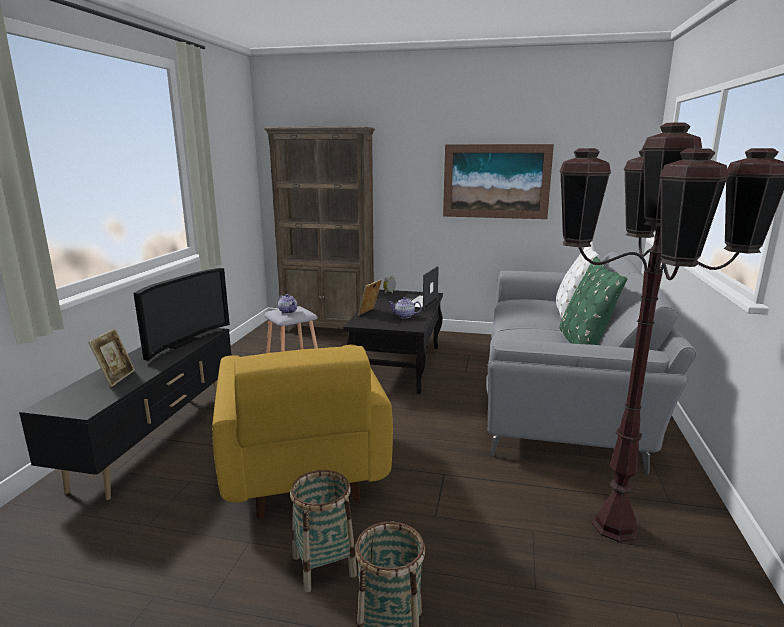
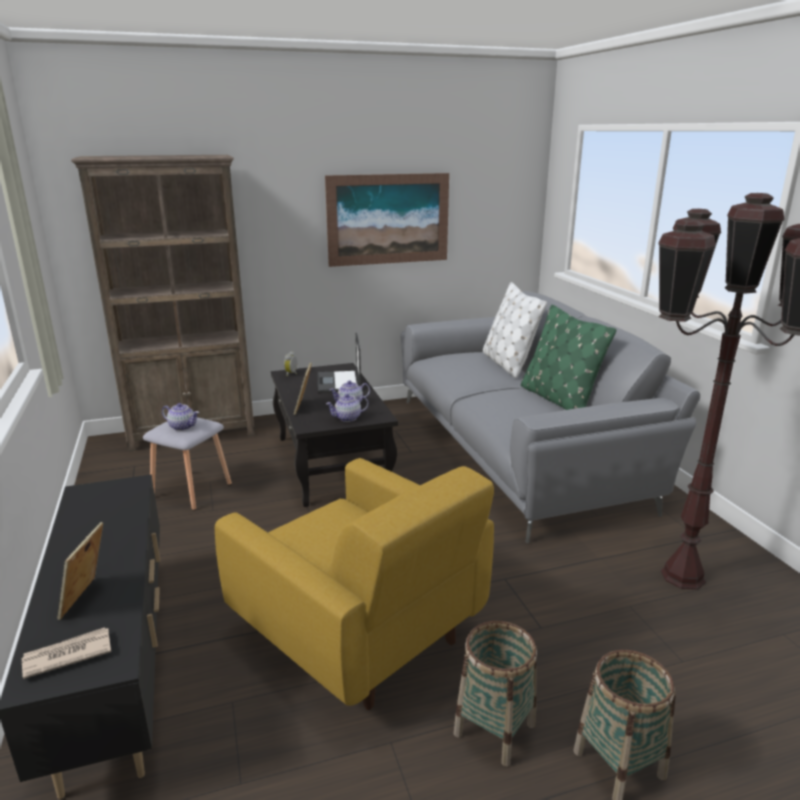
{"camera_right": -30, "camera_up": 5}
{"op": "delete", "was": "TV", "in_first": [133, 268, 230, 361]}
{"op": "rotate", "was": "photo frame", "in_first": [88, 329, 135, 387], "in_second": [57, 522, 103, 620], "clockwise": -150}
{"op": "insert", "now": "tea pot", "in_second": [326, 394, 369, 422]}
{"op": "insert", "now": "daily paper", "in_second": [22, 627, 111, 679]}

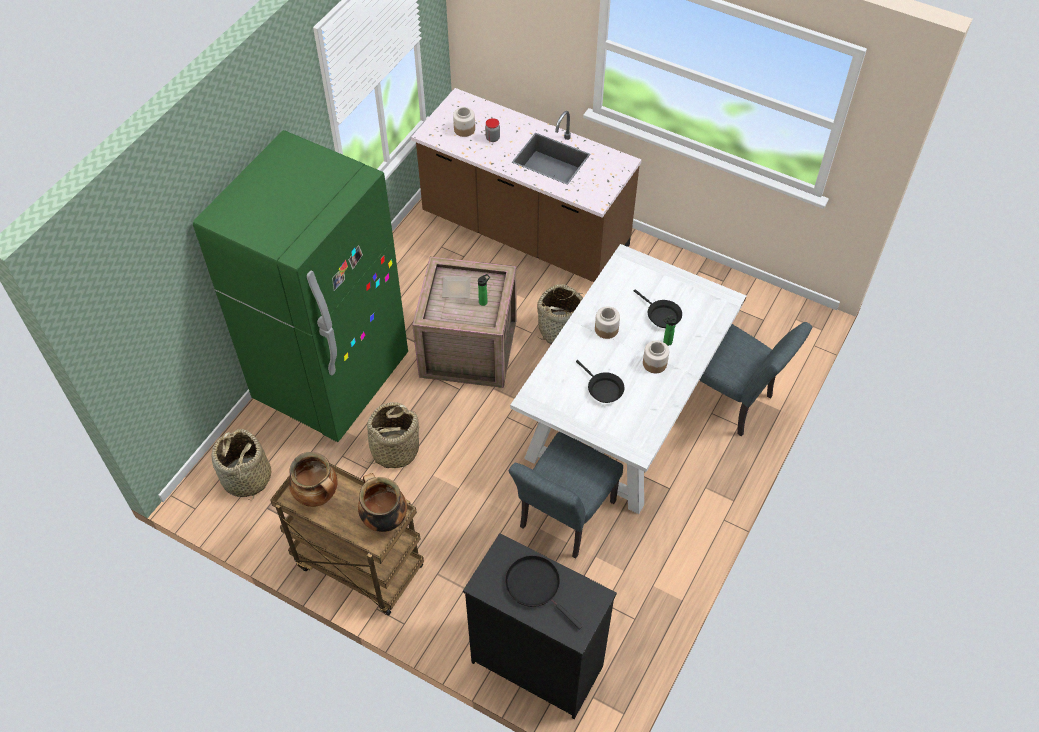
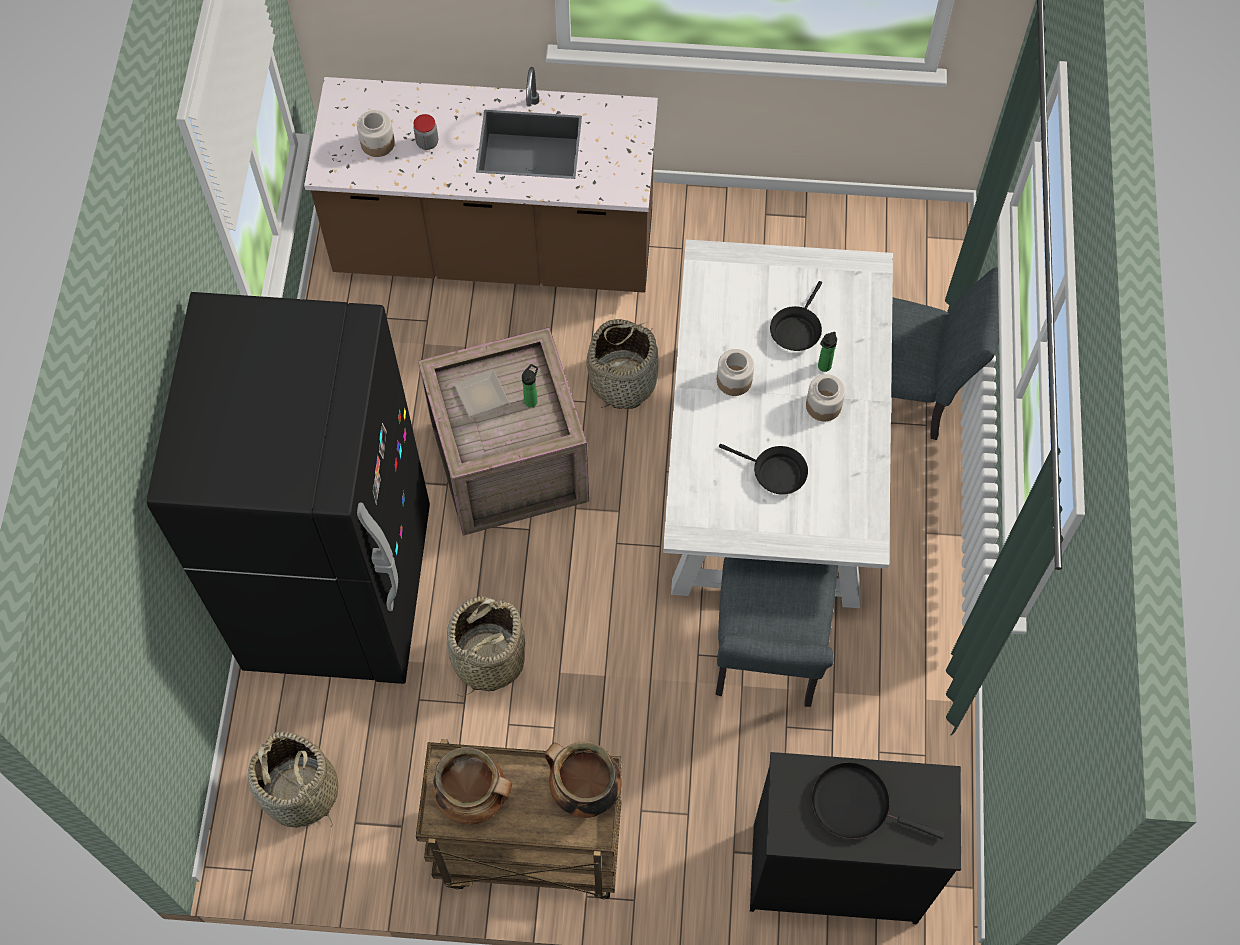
{"camera_right": -25, "camera_up": 10}
{"op": "recolor", "was": "refrigerator (greenish)", "now": "refrigerator (black-coloured)", "in_first": [193, 130, 408, 442], "in_second": [147, 292, 430, 684]}
{"op": "rotate", "was": "skillet (black-coloured)", "in_first": [634, 289, 682, 328], "in_second": [770, 281, 822, 351], "clockwise": 90}

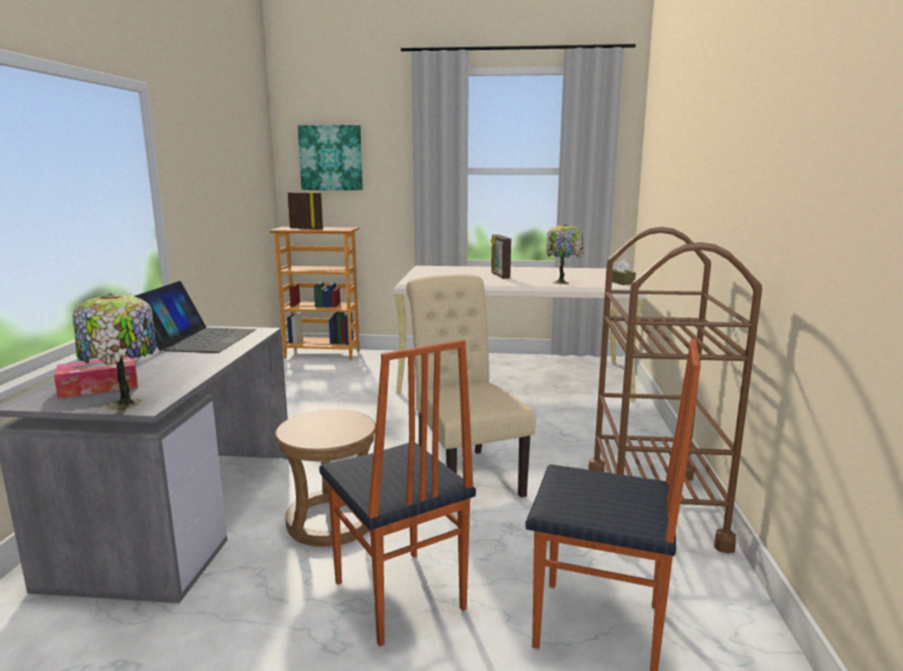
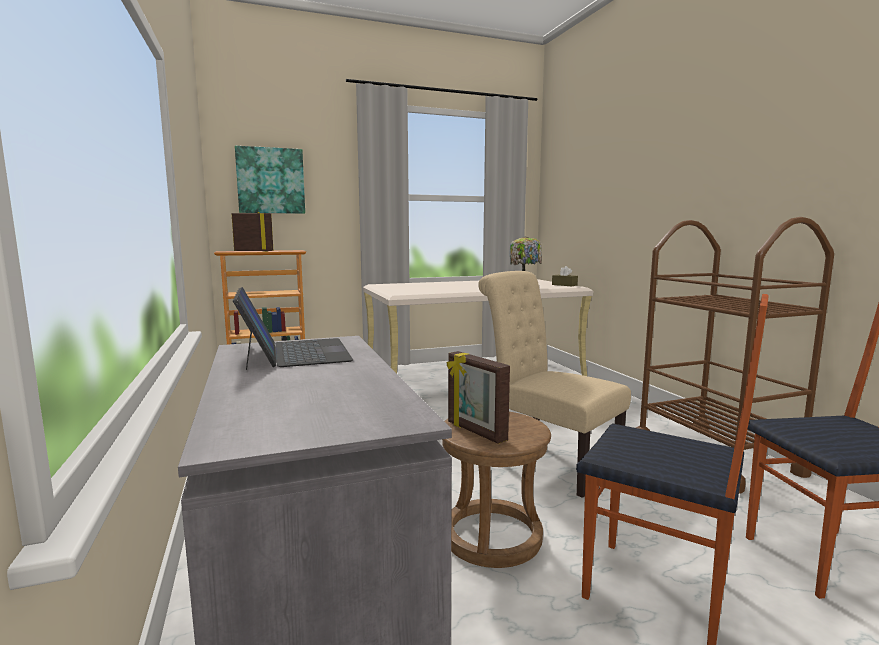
{"camera_right": -25, "camera_up": -5}
{"op": "move", "was": "photo frame", "in_first": [491, 234, 511, 279], "in_second": [447, 351, 510, 444]}
{"op": "delete", "was": "table lamp", "in_first": [73, 293, 157, 411]}
{"op": "delete", "was": "tissue box", "in_first": [54, 357, 138, 399]}

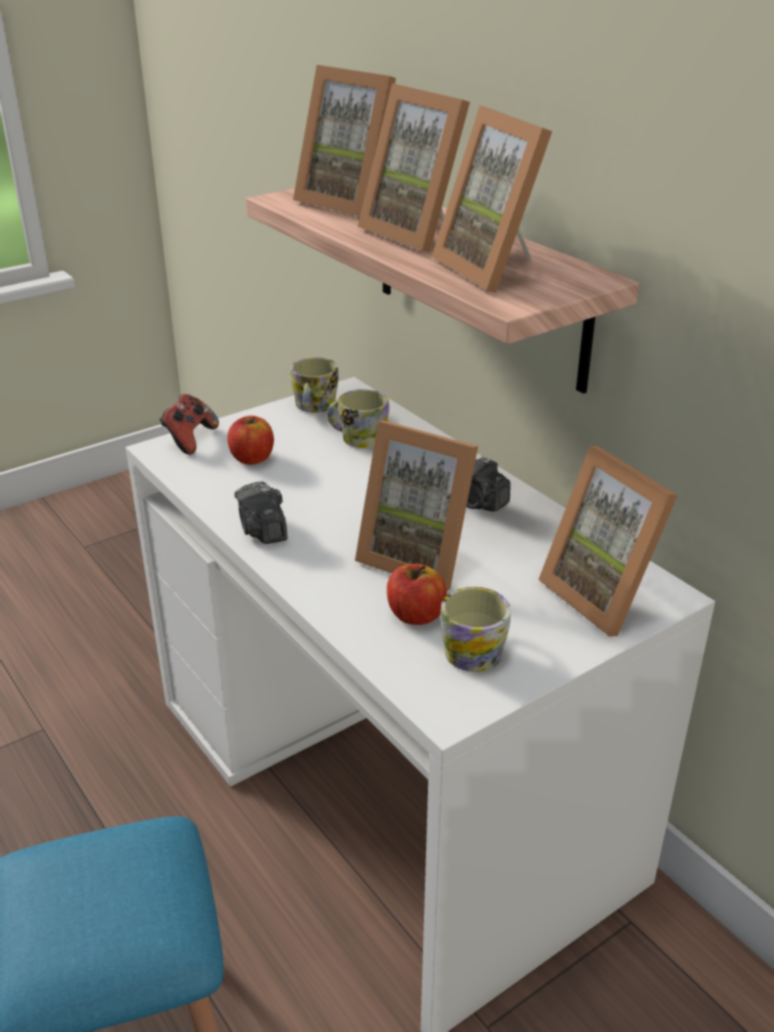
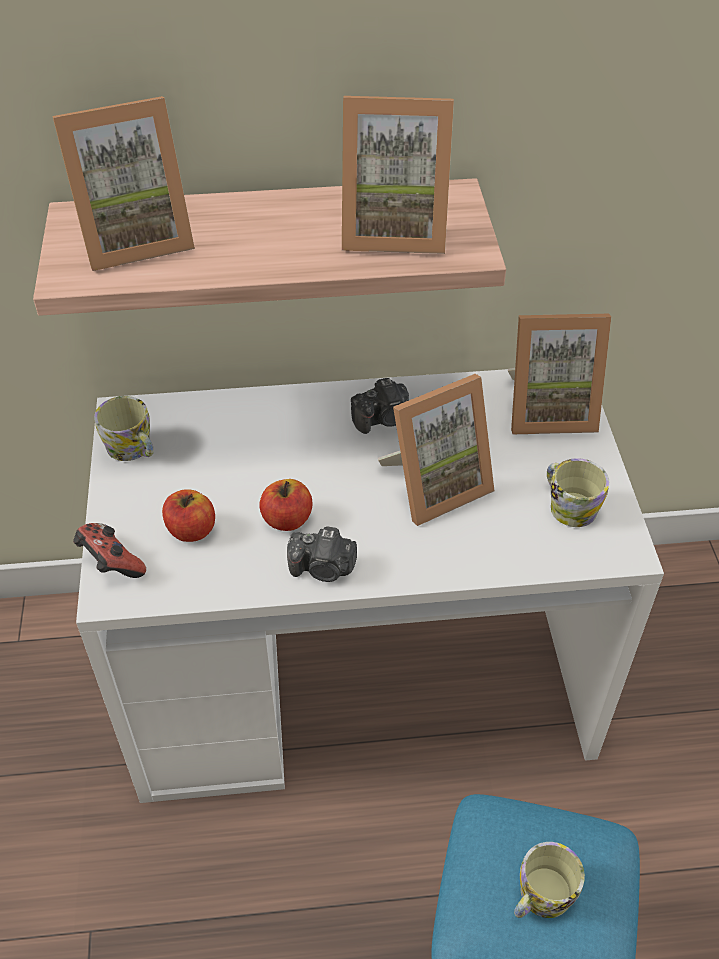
{"camera_right": -60, "camera_up": 15}
{"op": "delete", "was": "photo frame", "in_first": [357, 83, 470, 253]}
{"op": "move", "was": "coffee mug", "in_first": [327, 389, 389, 448], "in_second": [514, 842, 585, 918]}
{"op": "move", "was": "apple", "in_first": [387, 564, 447, 625], "in_second": [259, 479, 313, 531]}

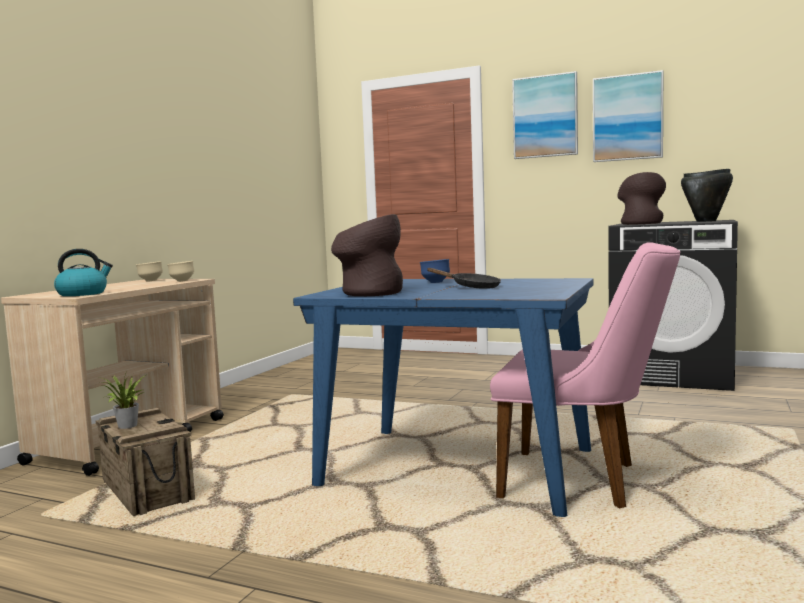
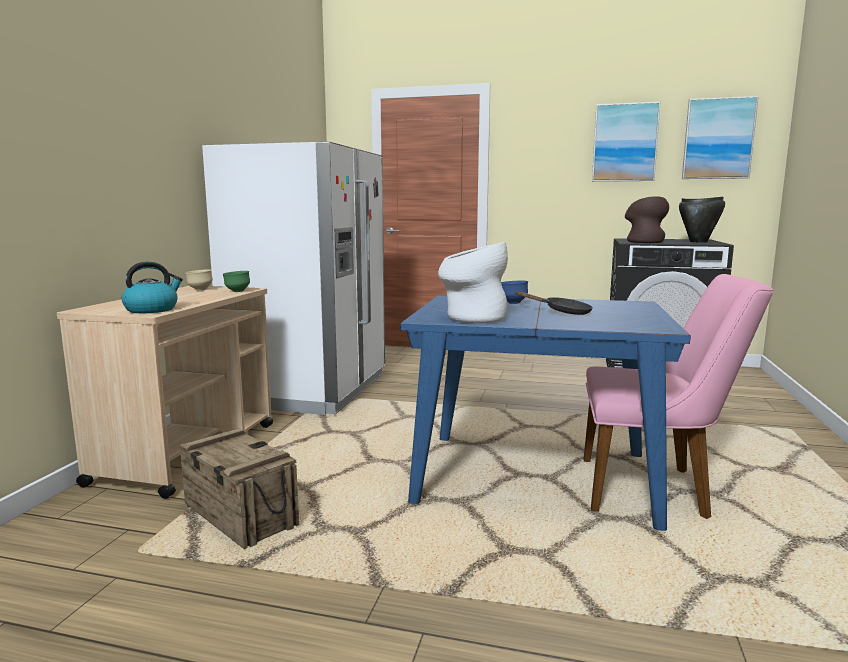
{"camera_right": -10, "camera_up": 5}
{"op": "move", "was": "wall art", "in_first": [512, 71, 578, 159], "in_second": [682, 96, 759, 179]}
{"op": "recolor", "was": "flower vase (brownish)", "now": "flower vase (whitish)", "in_first": [331, 214, 403, 296], "in_second": [438, 242, 508, 323]}
{"op": "recolor", "was": "deep dish (sand-coloured)", "now": "deep dish (greenish)", "in_first": [167, 261, 194, 282], "in_second": [223, 271, 250, 292]}
{"op": "delete", "was": "plant in a pot", "in_first": [102, 374, 146, 429]}
{"op": "insert", "now": "refrigerator (whitish)", "in_second": [202, 142, 385, 415]}

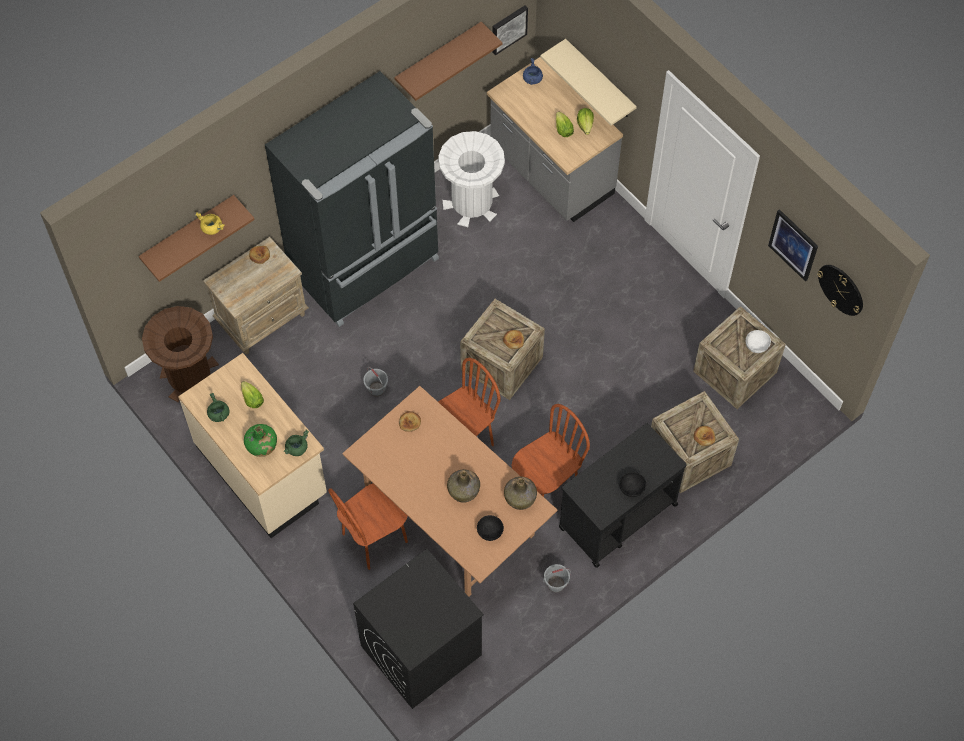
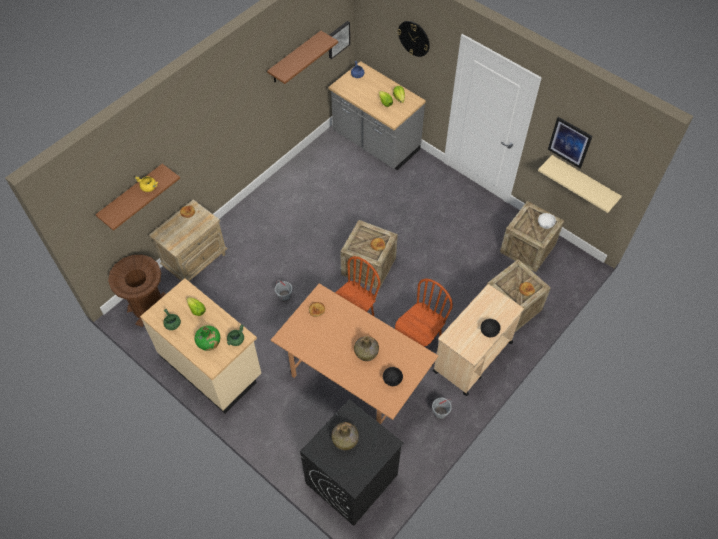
{"camera_right": -10, "camera_up": -5}
{"op": "move", "was": "bracket shelf (sand-coloured)", "in_first": [540, 39, 637, 126], "in_second": [538, 155, 622, 213]}
{"op": "delete", "was": "refrigerator (black-coloured)", "in_first": [265, 71, 439, 327]}
{"op": "delete", "was": "waste bin (whitish)", "in_first": [439, 131, 505, 227]}
{"op": "move", "was": "clock on the wall", "in_first": [817, 265, 863, 316], "in_second": [398, 21, 430, 57]}
{"op": "recolor", "was": "wheeled cart (black-coloured)", "now": "wheeled cart (sand-coloured)", "in_first": [559, 423, 687, 568], "in_second": [433, 284, 524, 396]}
{"op": "move", "was": "beverage bottle (greenish)", "in_first": [504, 477, 537, 510], "in_second": [331, 422, 359, 450]}
{"op": "delete", "was": "plain chair (brownish)", "in_first": [328, 483, 408, 570]}

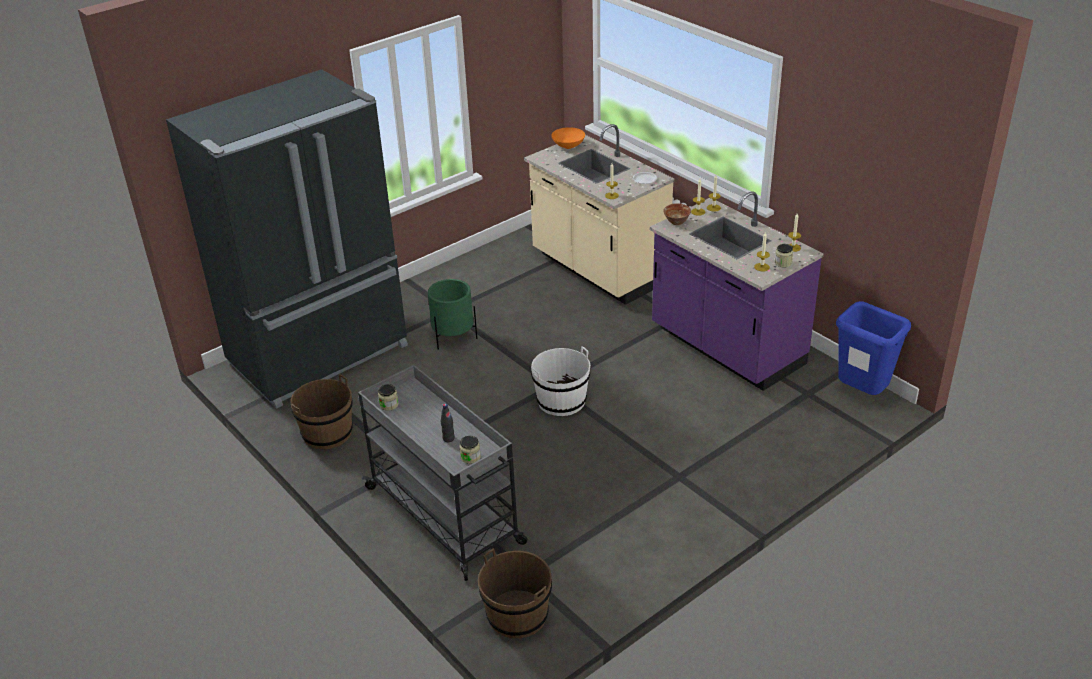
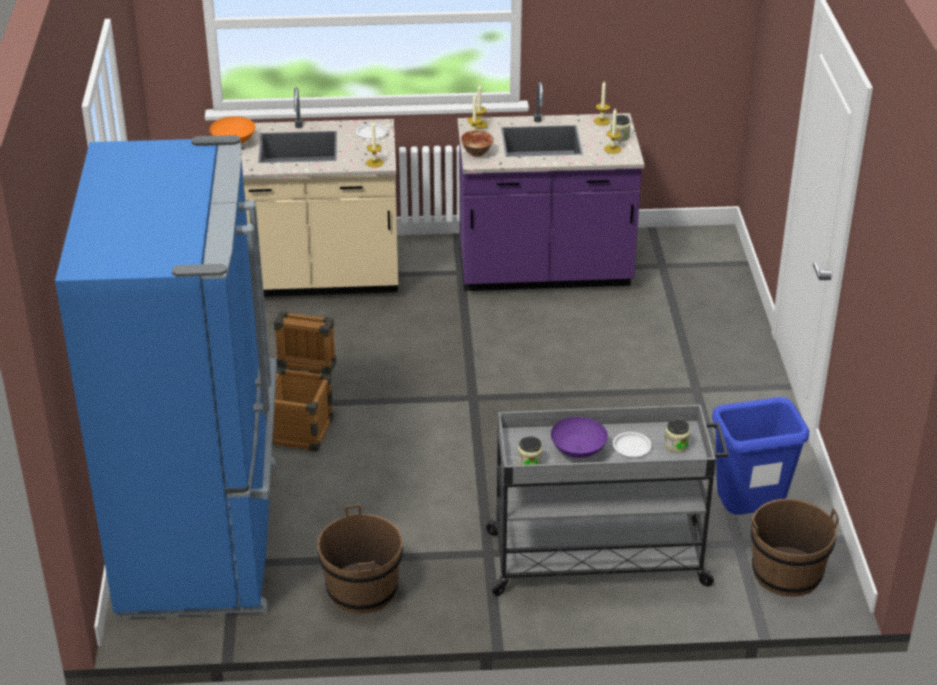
{"camera_right": -55, "camera_up": 0}
{"op": "recolor", "was": "refrigerator (black-coloured)", "now": "refrigerator (bluish)", "in_first": [166, 69, 408, 409], "in_second": [55, 135, 277, 619]}
{"op": "replace", "was": "planter (greenish)", "now": "crate", "in_first": [428, 279, 478, 350], "in_second": [265, 311, 336, 452]}
{"op": "move", "was": "waste bin (bluish)", "in_first": [836, 301, 911, 395], "in_second": [712, 397, 809, 515]}
{"op": "delete", "was": "water bucket (whitish)", "in_first": [531, 346, 590, 416]}
{"op": "replace", "was": "beverage bottle (black-coloured)", "now": "flat dish (whitish)", "in_first": [441, 404, 455, 442], "in_second": [613, 432, 652, 457]}
{"op": "insert", "now": "deep dish (purplish)", "in_second": [551, 417, 608, 458]}

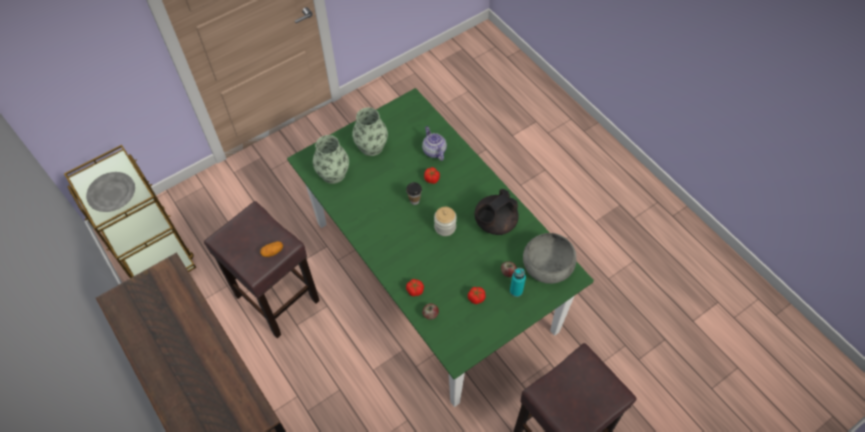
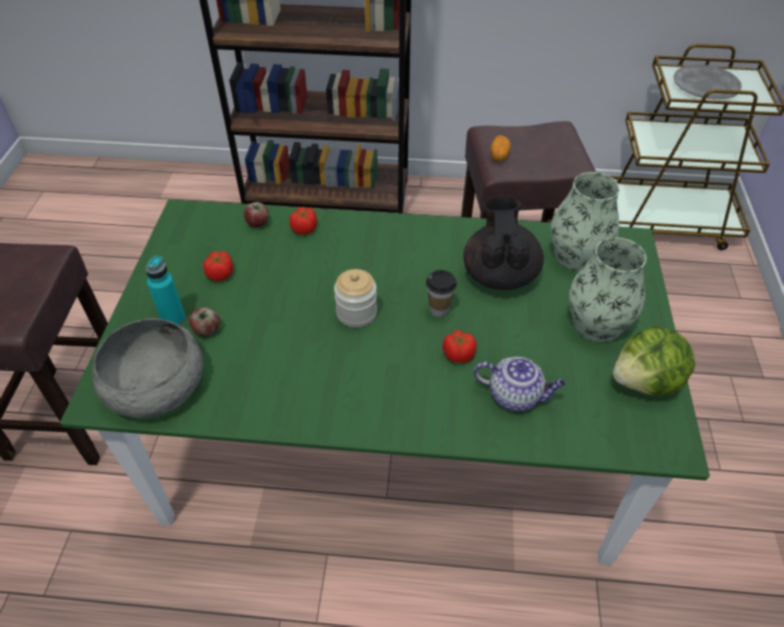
{"camera_right": 130, "camera_up": -10}
{"op": "move", "was": "tea pot (black-coloured)", "in_first": [475, 189, 518, 235], "in_second": [463, 195, 544, 290]}
{"op": "insert", "now": "lettuce", "in_second": [613, 326, 695, 396]}

